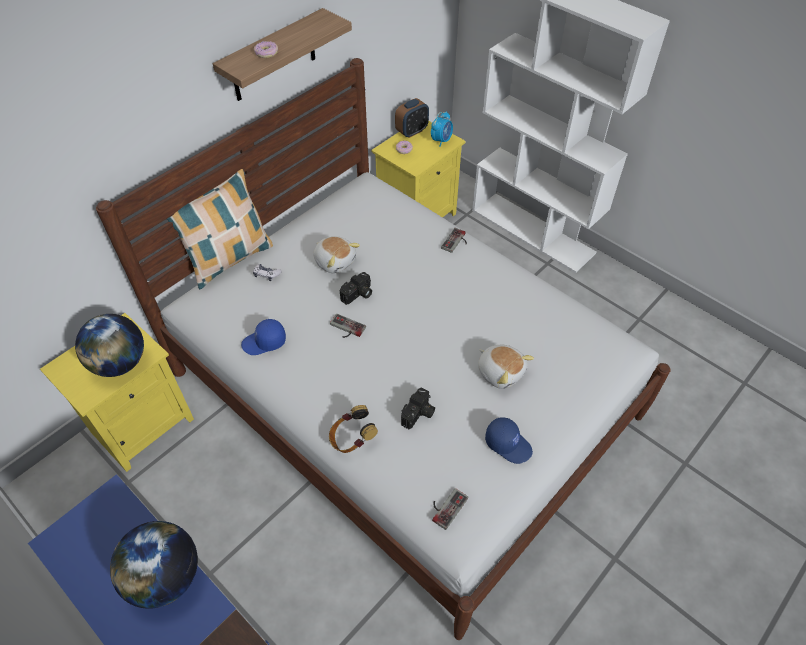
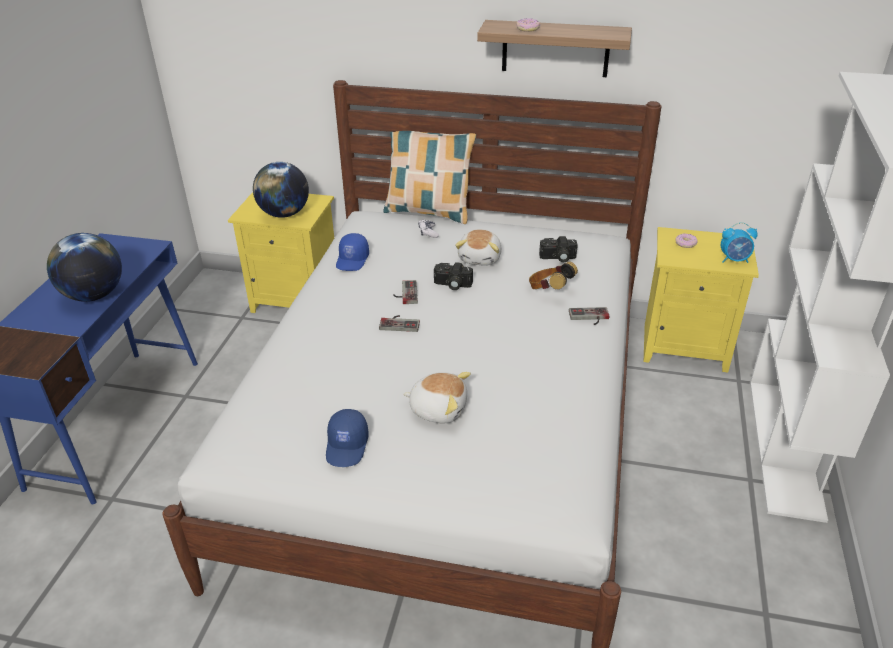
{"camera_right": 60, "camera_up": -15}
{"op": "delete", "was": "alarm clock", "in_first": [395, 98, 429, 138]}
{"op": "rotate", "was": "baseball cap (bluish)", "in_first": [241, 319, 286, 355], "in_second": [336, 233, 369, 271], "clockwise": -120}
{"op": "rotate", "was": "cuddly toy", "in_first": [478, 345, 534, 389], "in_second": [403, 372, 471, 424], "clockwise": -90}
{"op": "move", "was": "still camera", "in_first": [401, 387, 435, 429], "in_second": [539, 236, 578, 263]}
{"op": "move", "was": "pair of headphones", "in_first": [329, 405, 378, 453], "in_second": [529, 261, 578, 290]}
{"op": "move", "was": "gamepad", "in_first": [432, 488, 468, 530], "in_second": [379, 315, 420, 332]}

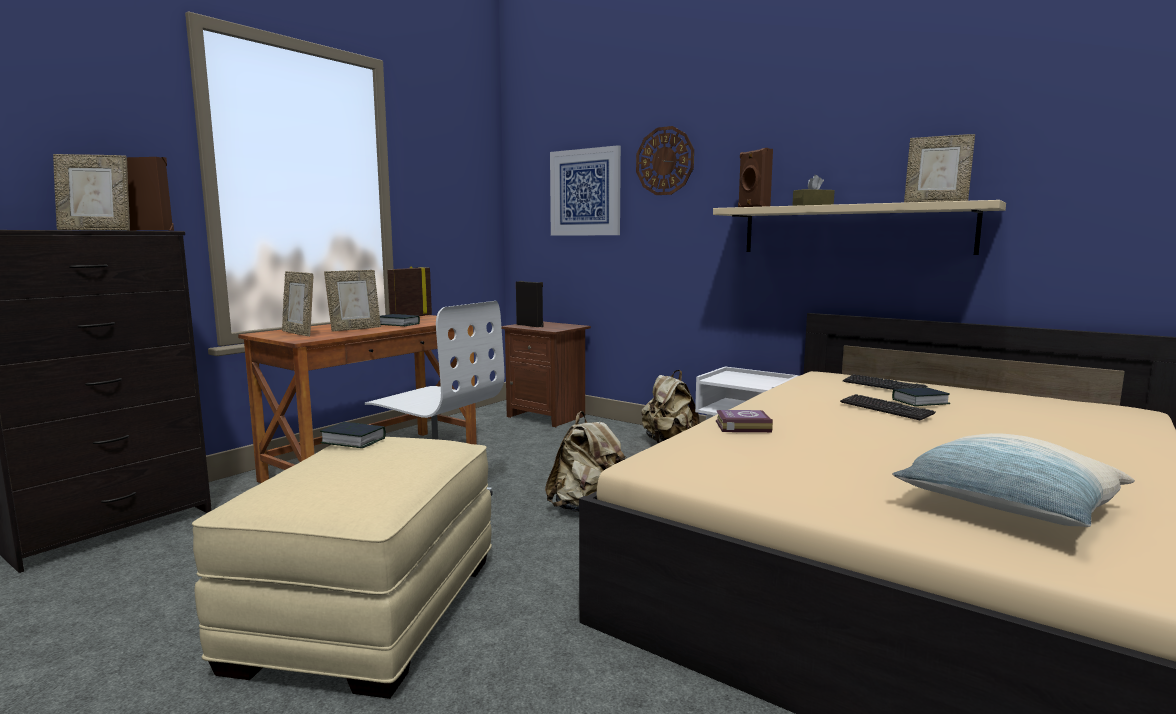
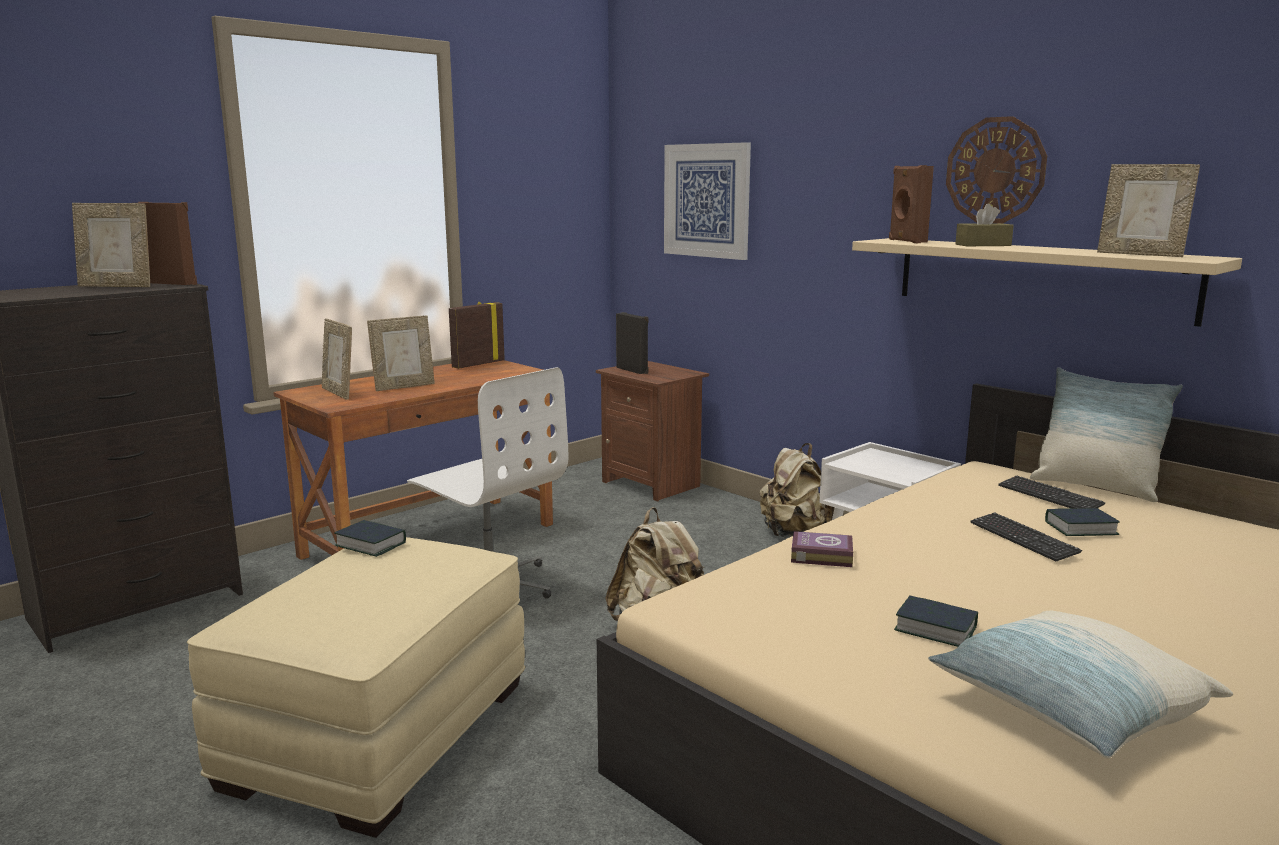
{"camera_right": 10, "camera_up": 5}
{"op": "move", "was": "clock on the wall", "in_first": [636, 126, 694, 195], "in_second": [946, 116, 1047, 223]}
{"op": "move", "was": "volume", "in_first": [380, 314, 420, 326], "in_second": [894, 596, 978, 647]}
{"op": "insert", "now": "cushion", "in_second": [1030, 367, 1183, 502]}

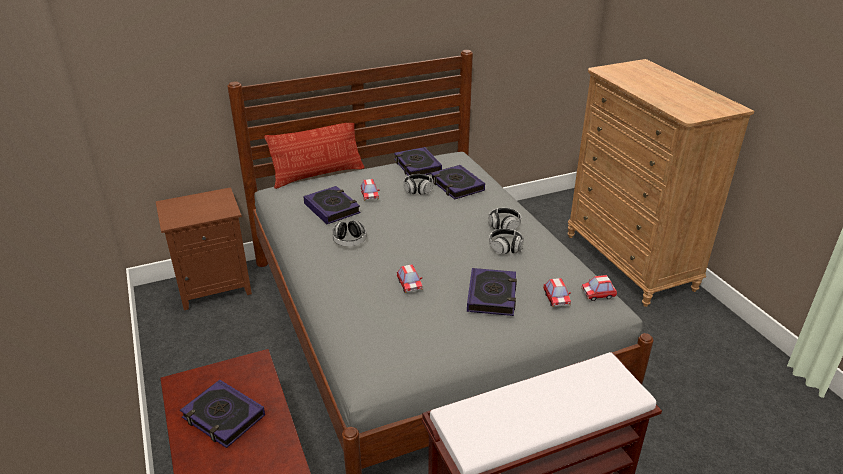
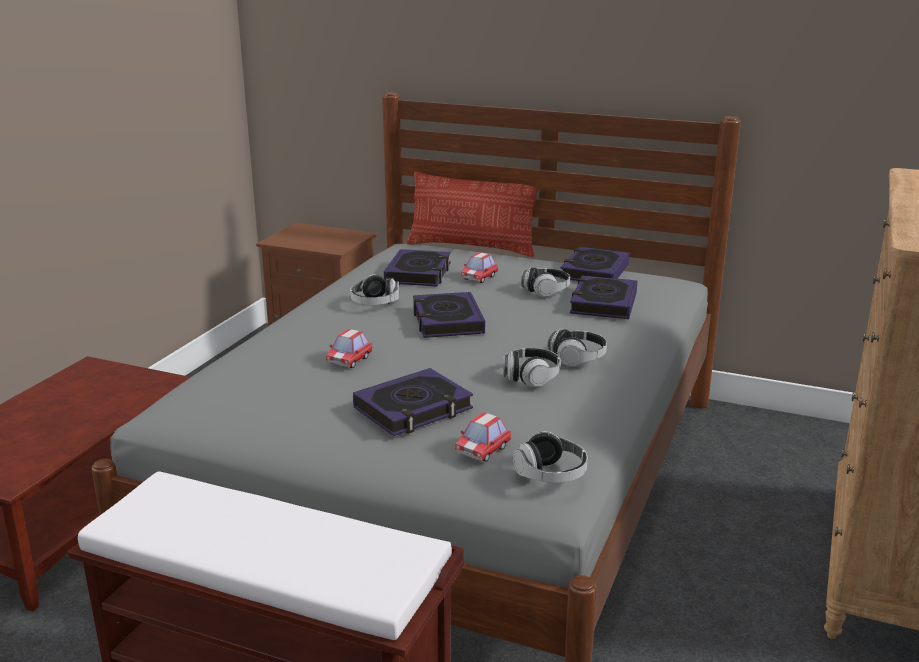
{"camera_right": 45, "camera_up": -10}
{"op": "replace", "was": "toy car", "now": "pair of headphones", "in_first": [581, 275, 617, 301], "in_second": [513, 431, 587, 483]}
{"op": "move", "was": "volume", "in_first": [180, 380, 265, 448], "in_second": [413, 292, 485, 338]}

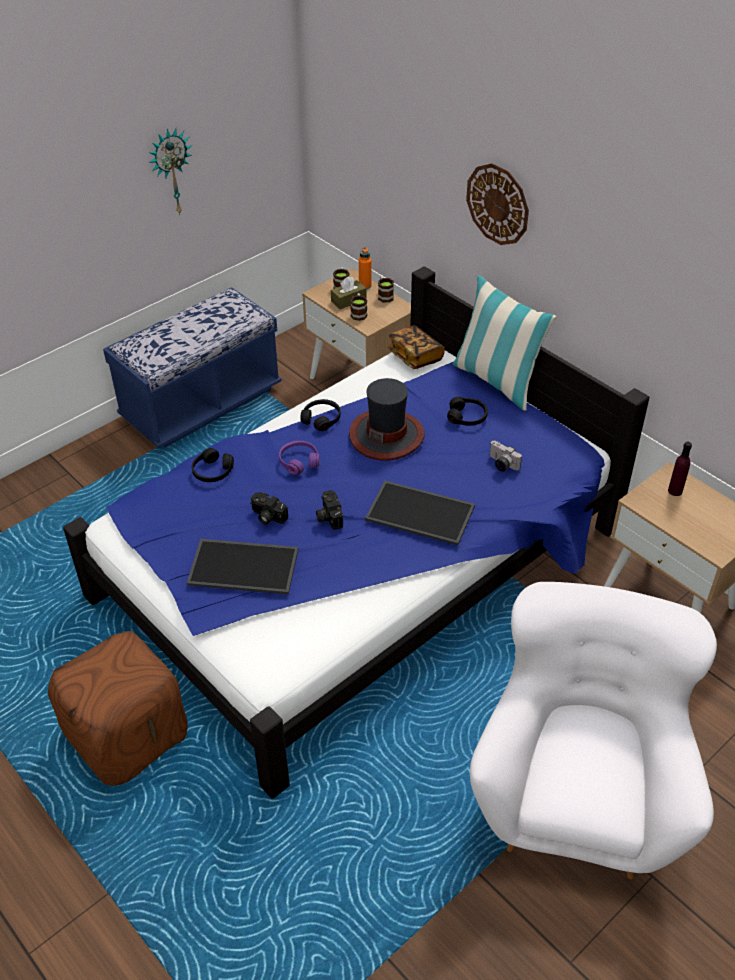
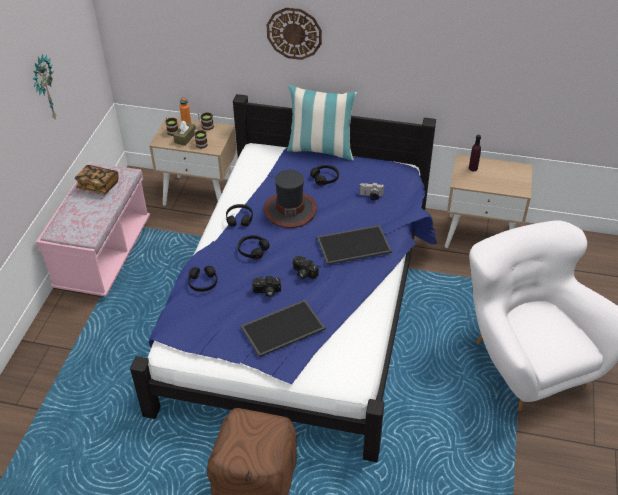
{"camera_right": -35, "camera_up": 0}
{"op": "recolor", "was": "bench (bluish)", "now": "bench (pinkish)", "in_first": [103, 287, 282, 448], "in_second": [36, 162, 150, 297]}
{"op": "move", "was": "volume", "in_first": [387, 325, 445, 369], "in_second": [75, 165, 119, 195]}
{"op": "recolor", "was": "pair of headphones (purplish)", "now": "pair of headphones (black-coloured)", "in_first": [279, 441, 320, 475], "in_second": [238, 235, 270, 260]}

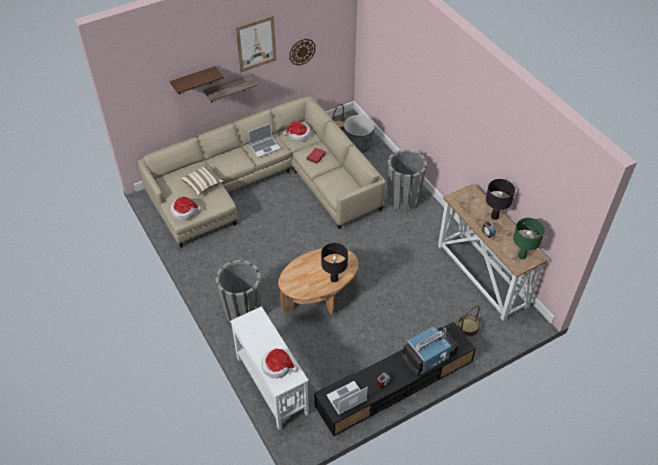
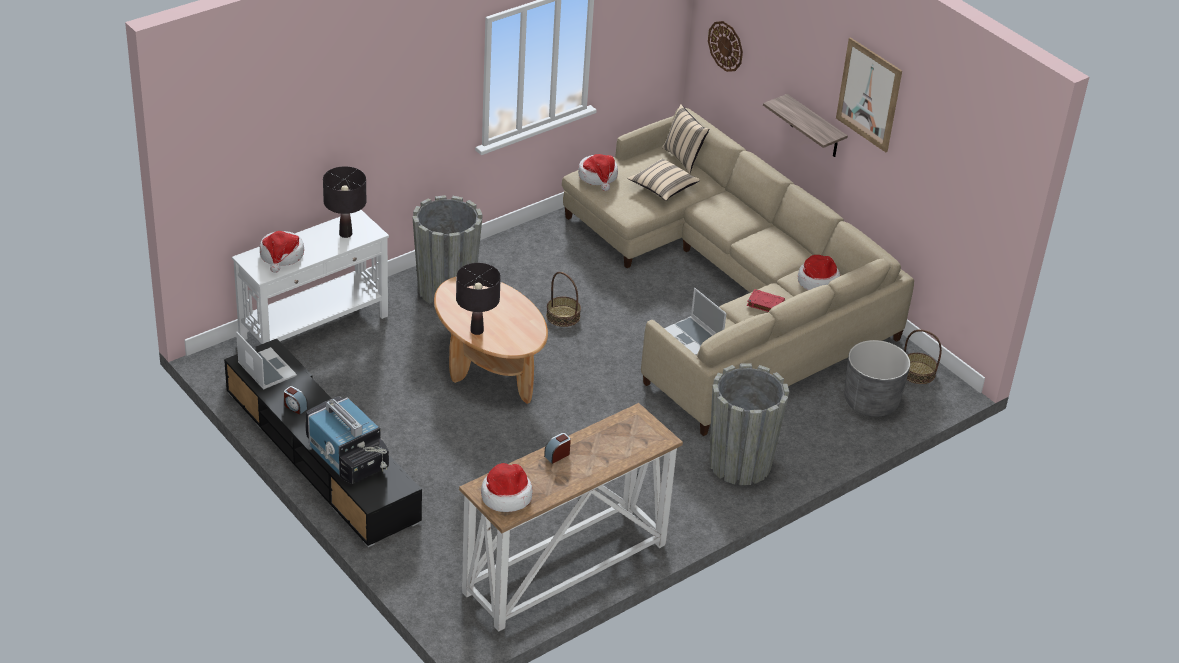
{"camera_right": 80, "camera_up": -10}
{"op": "move", "was": "clock on the wall", "in_first": [289, 39, 315, 66], "in_second": [708, 21, 743, 72]}
{"op": "delete", "was": "bracket shelf (brownish)", "in_first": [170, 66, 224, 94]}
{"op": "move", "was": "portable computer", "in_first": [248, 123, 281, 158], "in_second": [664, 288, 727, 355]}
{"op": "move", "was": "table lamp (black-coloured)", "in_first": [486, 179, 515, 220], "in_second": [323, 166, 366, 238]}
{"op": "replace", "was": "table lamp (greenish)", "now": "hat", "in_first": [513, 218, 545, 259], "in_second": [481, 463, 533, 512]}
{"op": "move", "was": "storage basket", "in_first": [457, 306, 480, 337], "in_second": [546, 272, 581, 327]}
{"op": "insert", "now": "cushion (sand-coloured)", "in_second": [662, 104, 709, 174]}

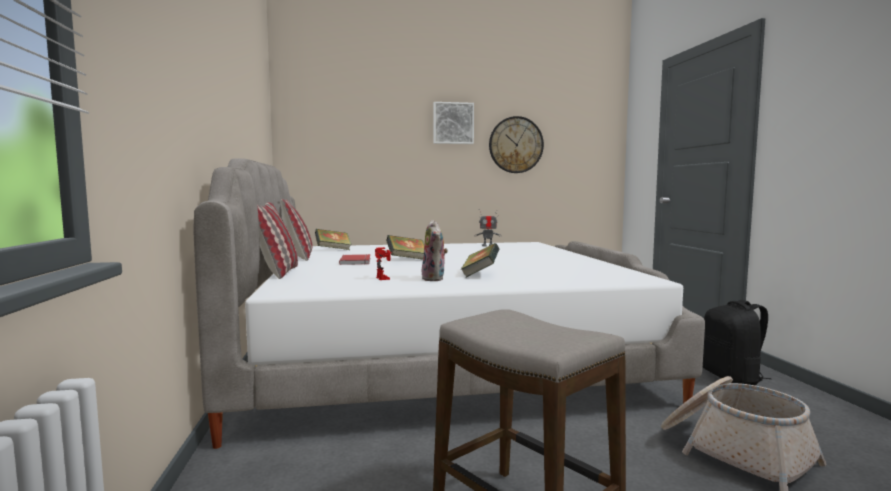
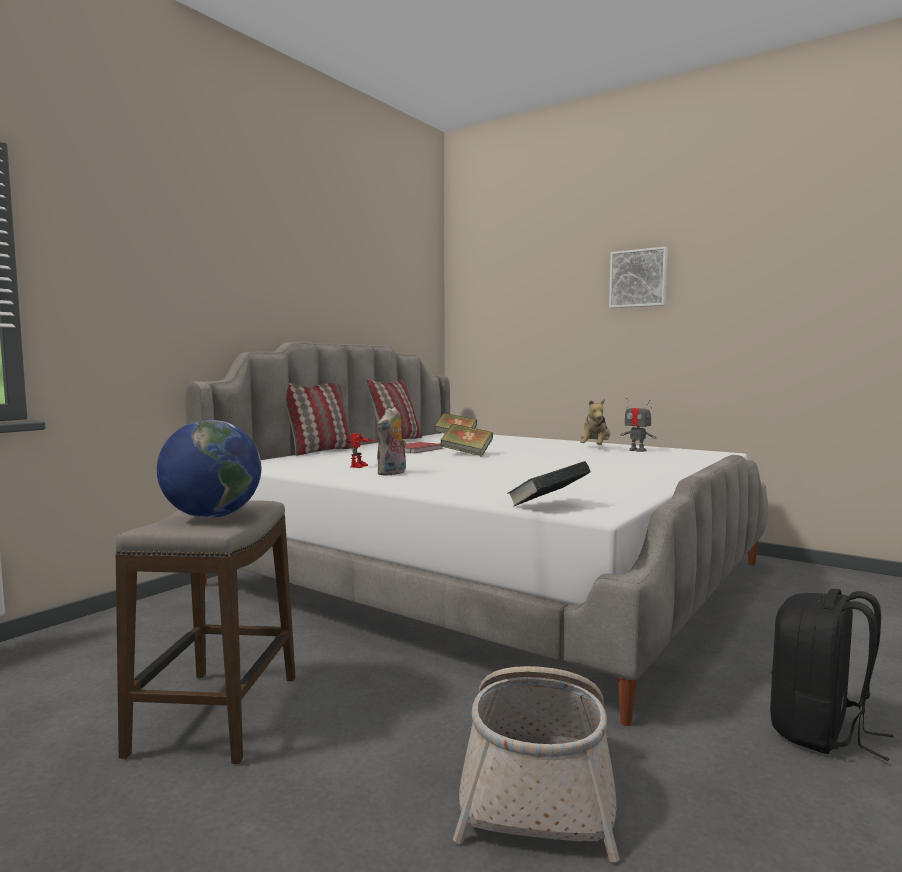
{"camera_right": 45, "camera_up": 0}
{"op": "delete", "was": "clock on the wall", "in_first": [489, 116, 544, 173]}
{"op": "move", "was": "volume", "in_first": [461, 243, 500, 277], "in_second": [507, 461, 591, 507]}
{"op": "insert", "now": "cuddly toy", "in_second": [580, 399, 611, 445]}
{"op": "insert", "now": "desk globe", "in_second": [157, 420, 261, 518]}

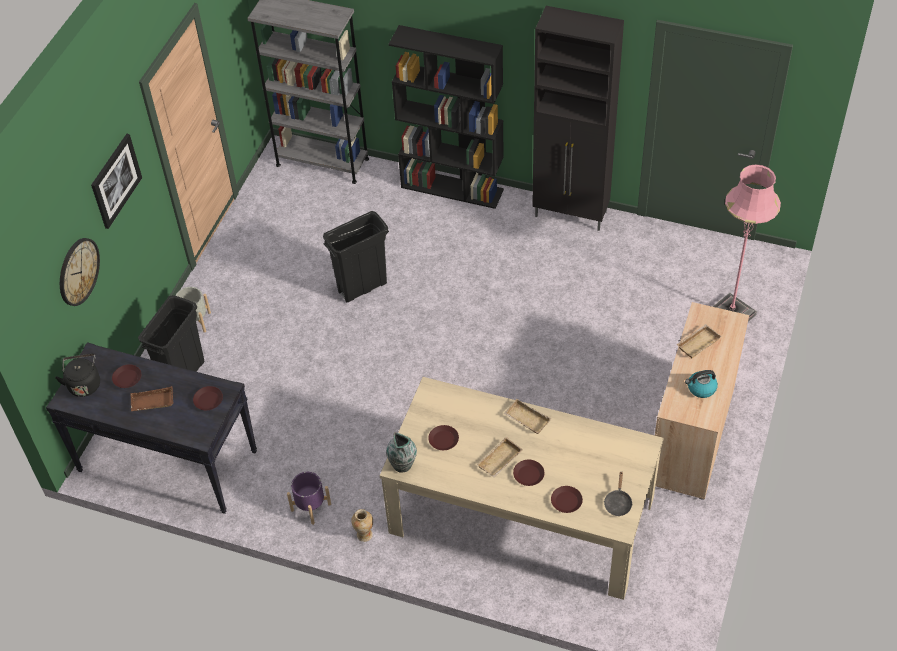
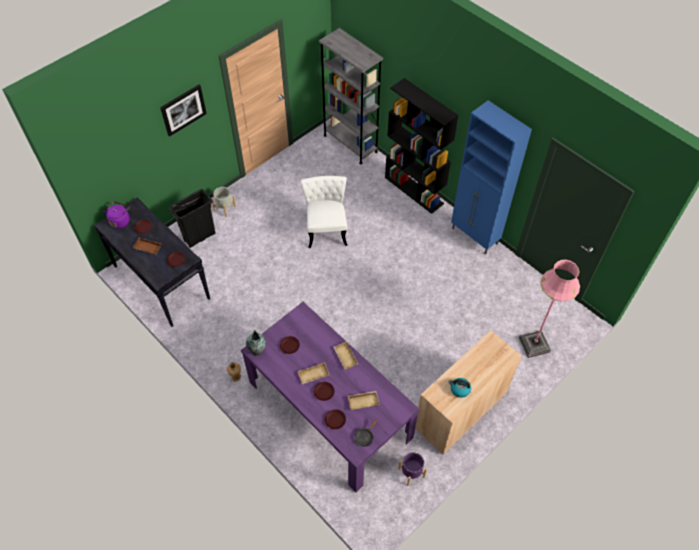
{"camera_right": 25, "camera_up": 5}
{"op": "recolor", "was": "storage cabinet (black-coloured)", "now": "storage cabinet (bluish)", "in_first": [532, 6, 624, 231], "in_second": [451, 100, 532, 255]}
{"op": "replace", "was": "waste bin (black-coloured)", "now": "plain chair (whitish)", "in_first": [323, 211, 389, 302], "in_second": [301, 176, 347, 248]}
{"op": "delete", "was": "clock on the wall", "in_first": [60, 238, 100, 306]}
{"op": "move", "was": "serving tray (sand-coloured)", "in_first": [676, 324, 722, 358], "in_second": [348, 391, 380, 410]}
{"op": "recolor", "was": "tea kettle (black-coloured)", "now": "tea kettle (purplish)", "in_first": [55, 353, 100, 397], "in_second": [103, 201, 130, 229]}
{"op": "recolor", "was": "dining table (sand-coloured)", "now": "dining table (purplish)", "in_first": [380, 377, 664, 600], "in_second": [241, 302, 420, 492]}
{"op": "move", "was": "planter (purplish)", "in_first": [287, 472, 331, 525], "in_second": [398, 452, 427, 486]}

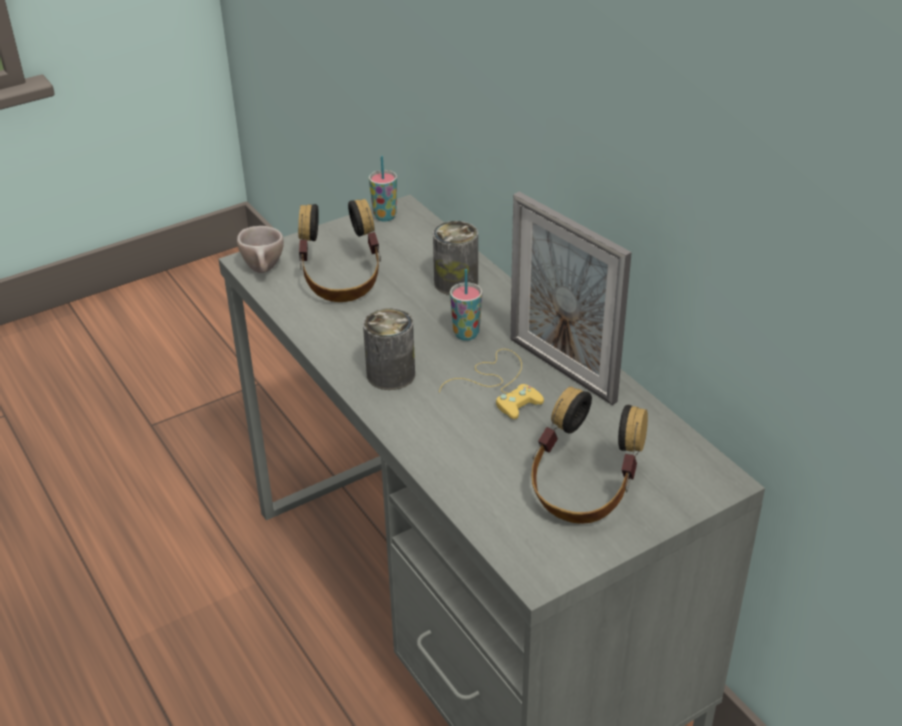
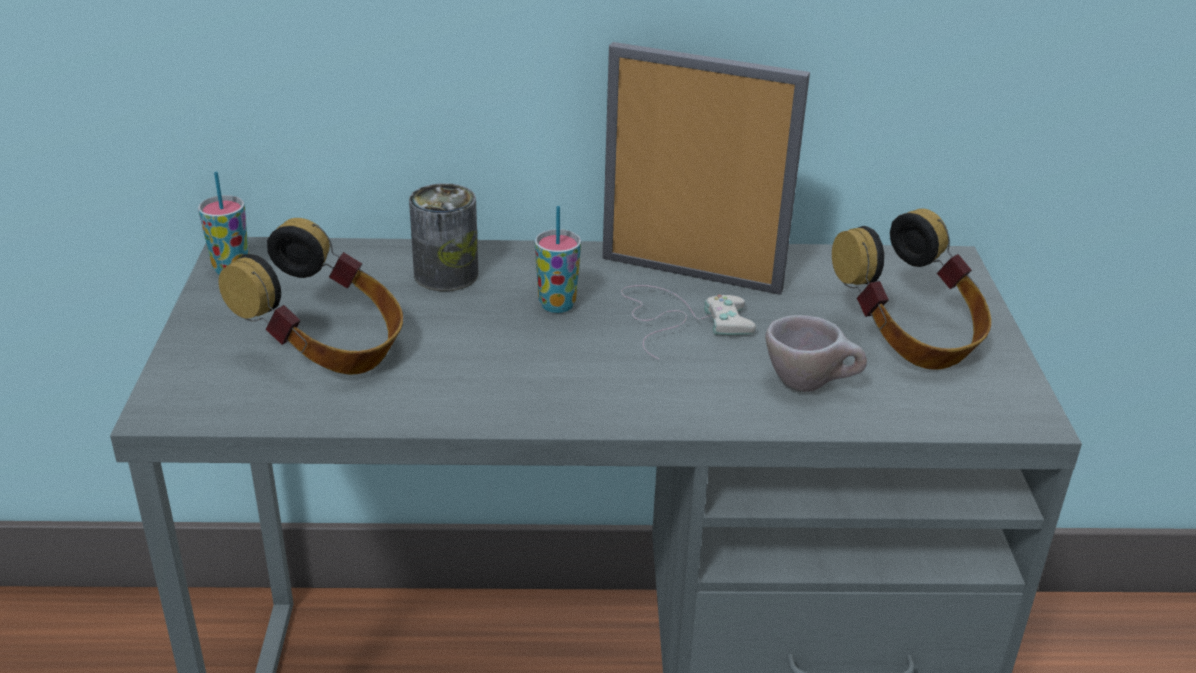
{"camera_right": -60, "camera_up": -5}
{"op": "rotate", "was": "photo frame", "in_first": [510, 192, 632, 405], "in_second": [603, 42, 810, 295], "clockwise": -150}
{"op": "move", "was": "cup (sand-coloured)", "in_first": [237, 226, 284, 273], "in_second": [765, 315, 867, 392]}
{"op": "delete", "was": "metal can", "in_first": [363, 308, 415, 390]}
{"op": "recolor", "was": "gamepad (yellow)", "now": "gamepad (whitish)", "in_first": [439, 349, 544, 420], "in_second": [621, 285, 756, 359]}

